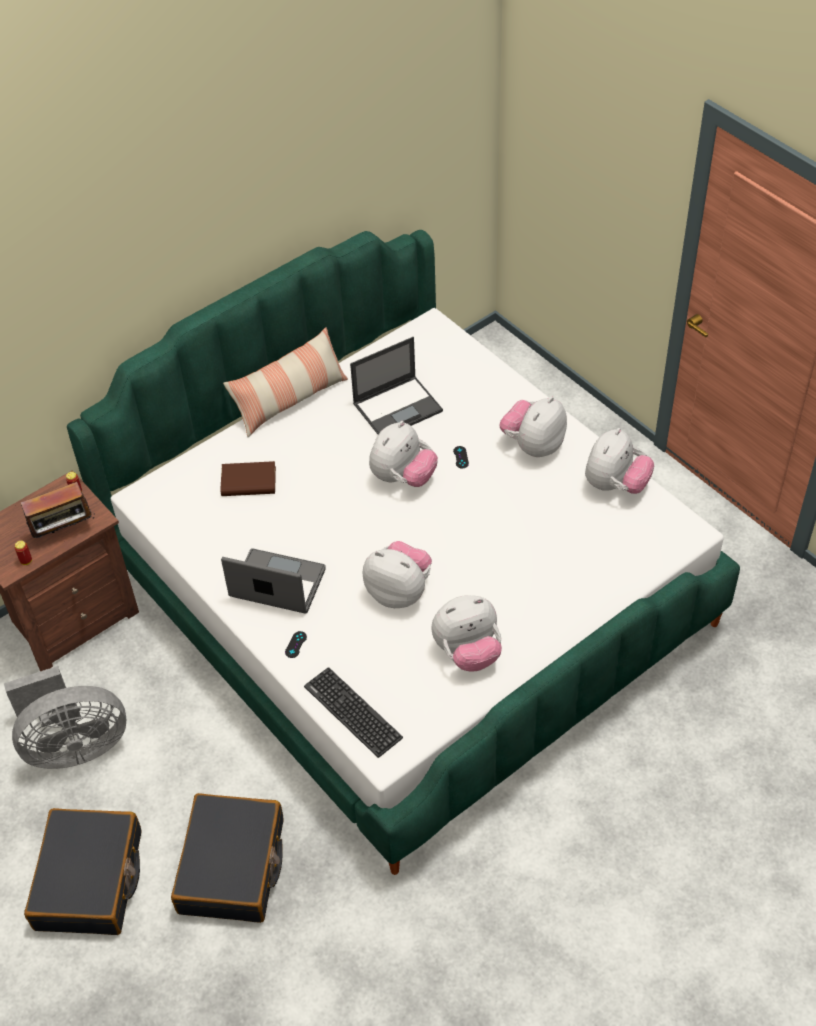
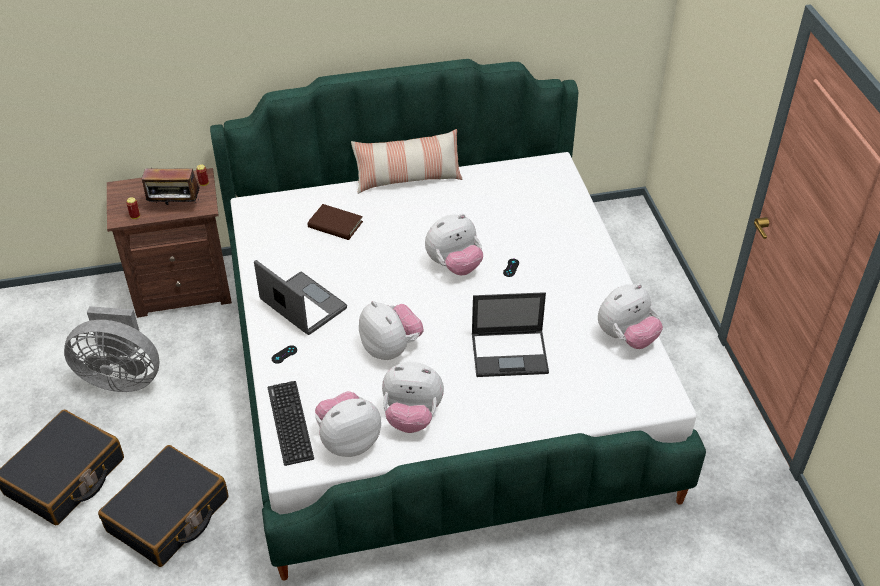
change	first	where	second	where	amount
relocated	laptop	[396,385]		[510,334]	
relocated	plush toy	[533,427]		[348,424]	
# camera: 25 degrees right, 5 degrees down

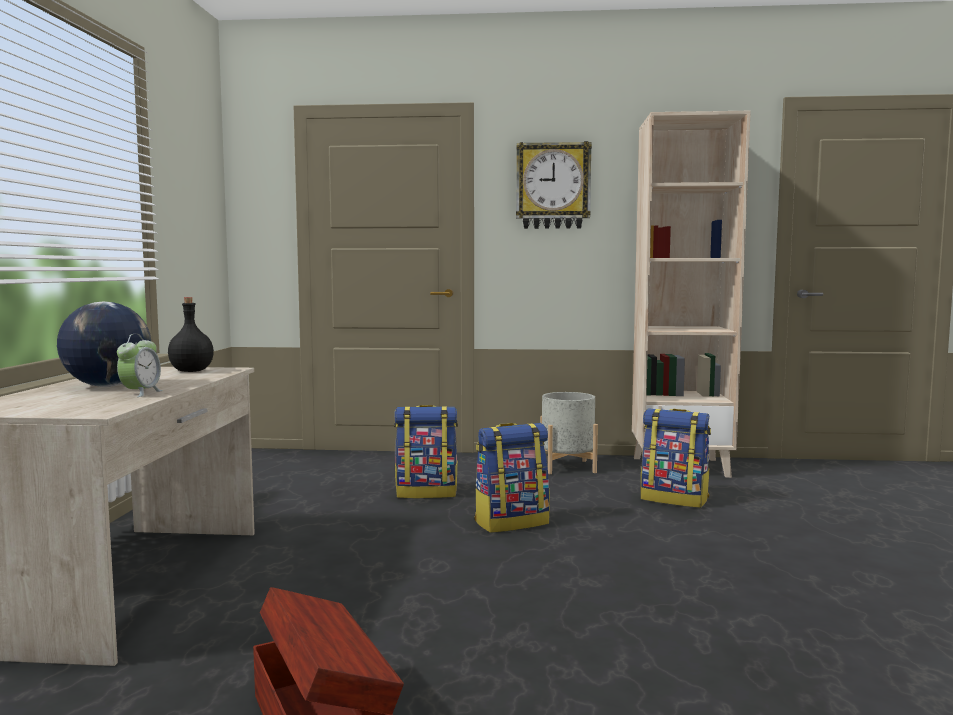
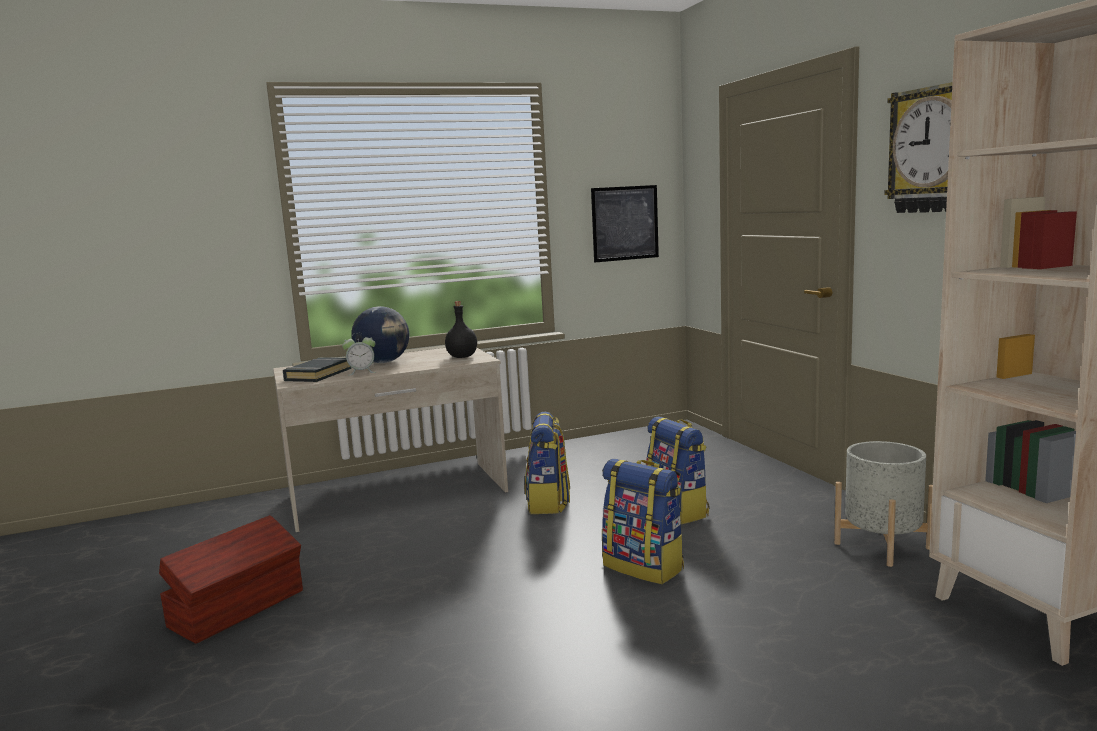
change	first	where	second	where	amount
relocated	backpack	[676,458]		[547,463]	
appeared			picture	[625,223]	
appeared			black book	[317,369]	
# camera: 65 degrees right, 5 degrees up

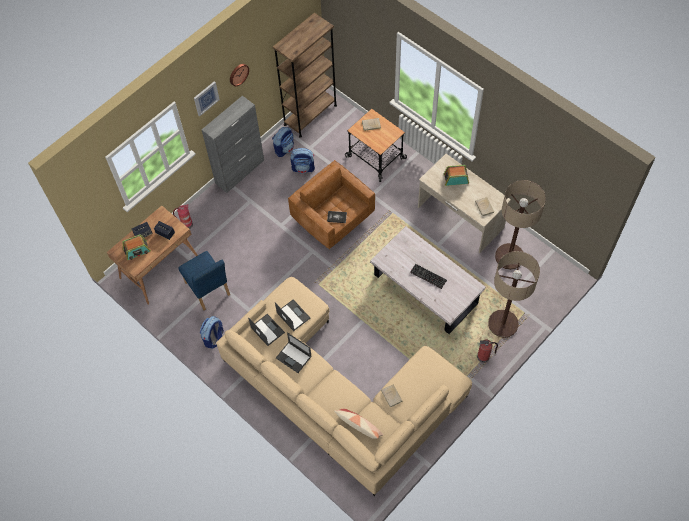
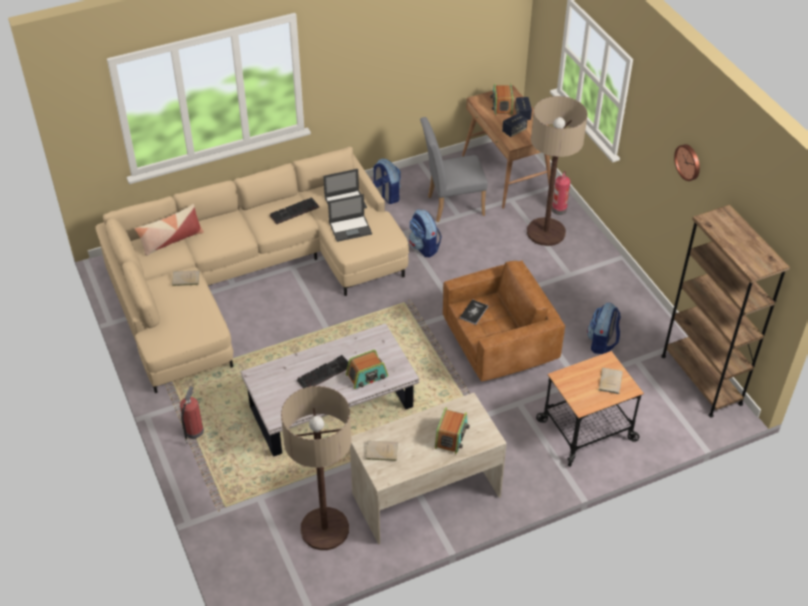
change	first	where	second	where	amount
missing	picture	[207,98]			
missing	grey cabinet	[233,144]			
relocated	backpack	[283,142]		[425,233]	
colour	blue chair	[204,280]	grey chair	[453,169]	
relocated	floor lamp	[514,294]		[557,171]	
exchanged	laptop	[294,352]	keyboard	[294,210]	
appeared			radio	[367,369]	
# camera: 110 degrees right, 15 degrees down

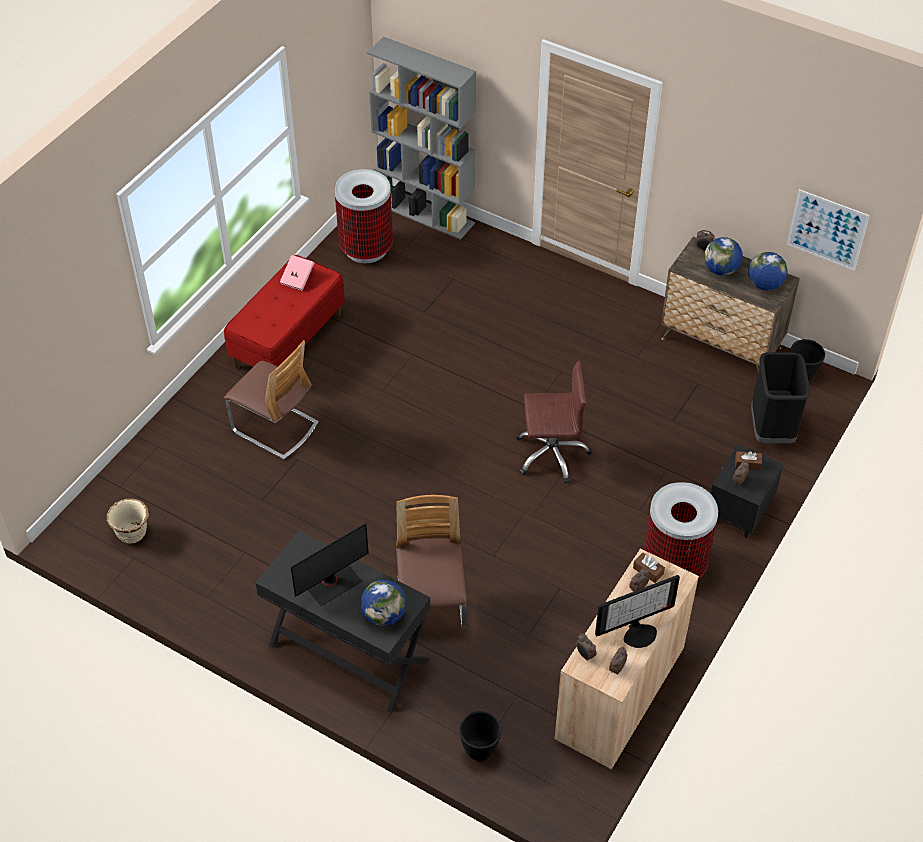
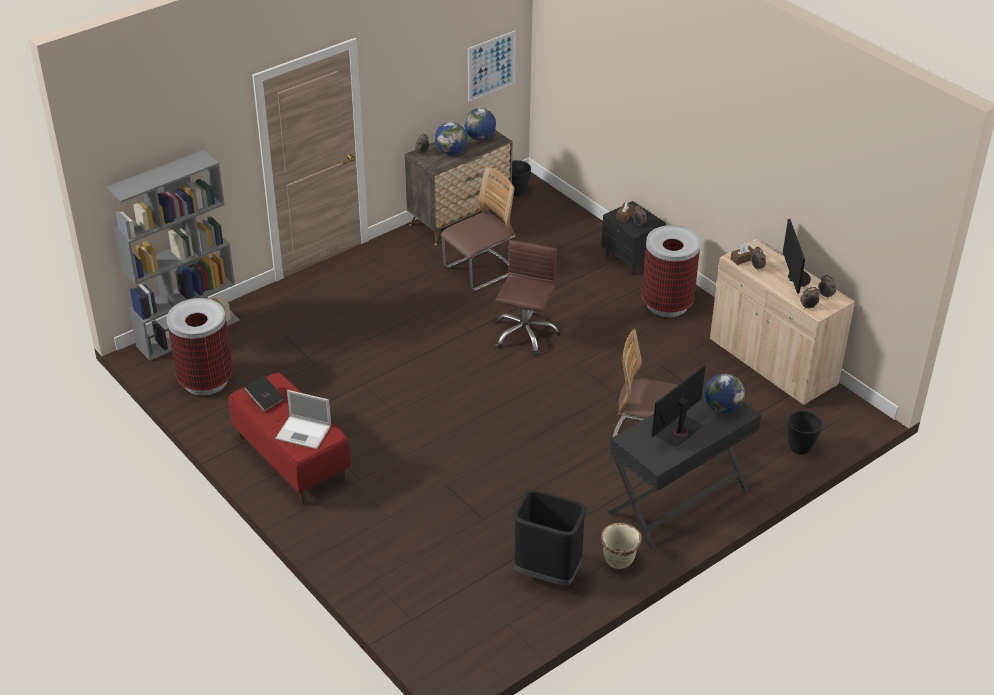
change	first	where	second	where	amount
colour	pink book	[297,273]	black book	[264,393]	
relocated	chair	[271,400]		[478,228]	
relocated	black trash can	[780,397]		[550,537]	
relocated	beige planter	[128,521]		[621,545]	
spun	monitor	[330,564]		[678,406]	120 degrees counterclockwise
appeared			laptop	[303,419]	
# camera: 70 degrees left, 10 degrees down

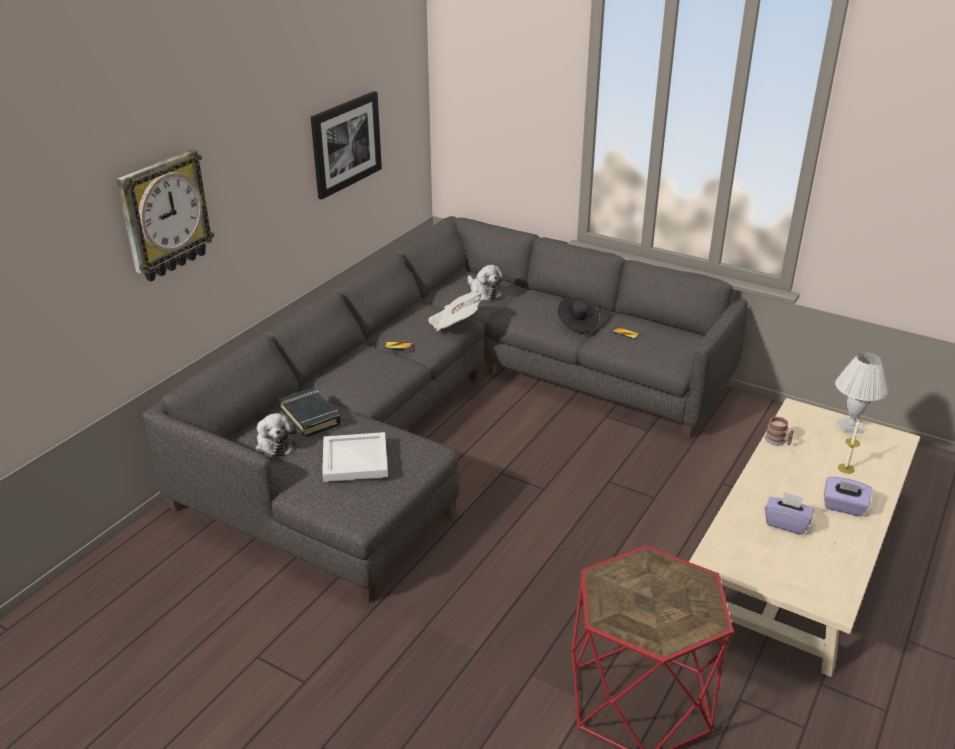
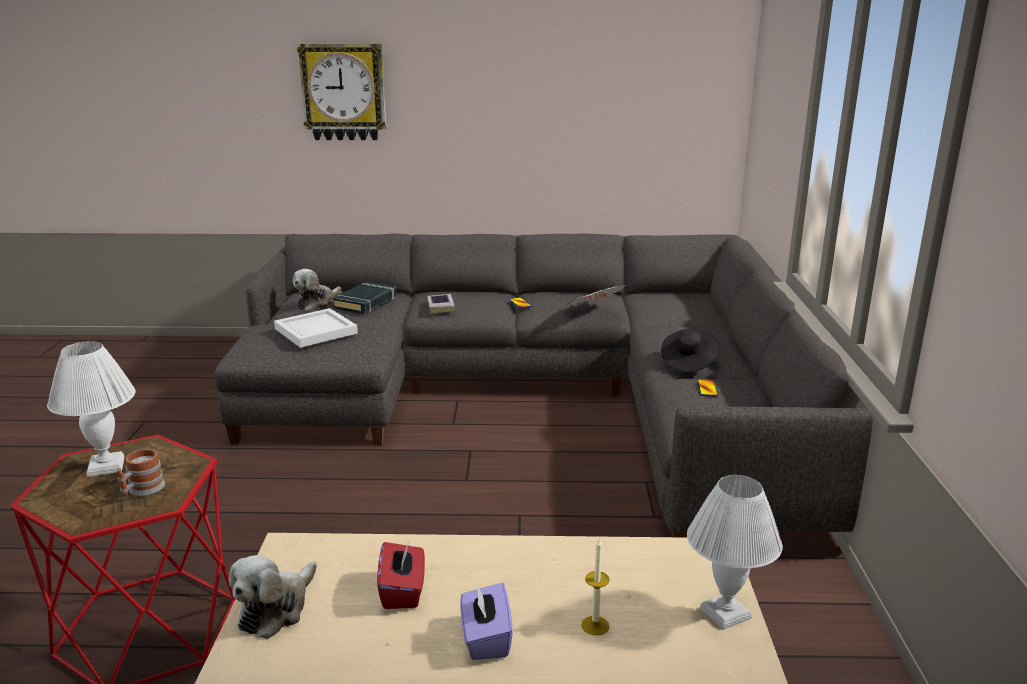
change	first	where	second	where	amount
missing	picture	[346,145]			
relocated	plush toy	[485,282]		[273,597]	
relocated	mug	[779,431]		[141,472]	
colour	purple tissue box	[789,513]	red tissue box	[401,575]	
appeared			book	[441,303]	
appeared			white table lamp	[91,409]	
# camera: 60 degrees right, 10 degrees down

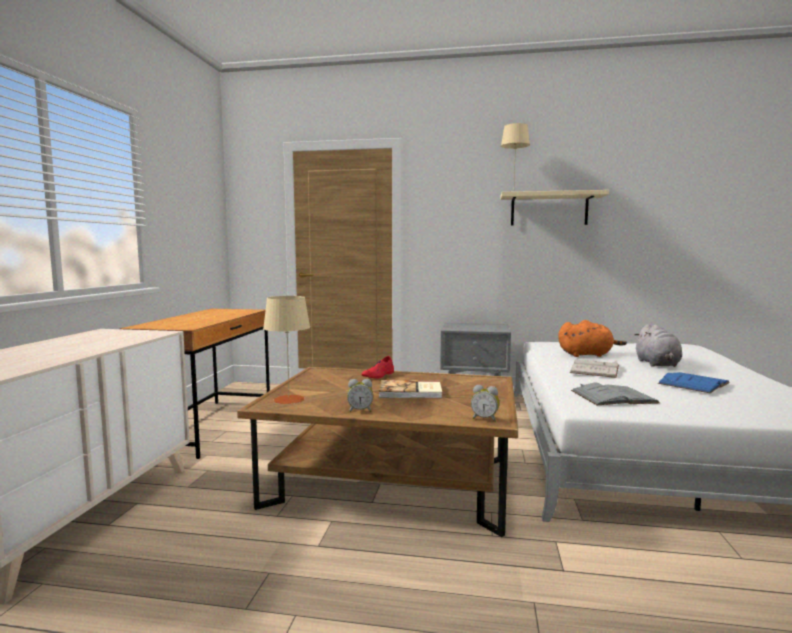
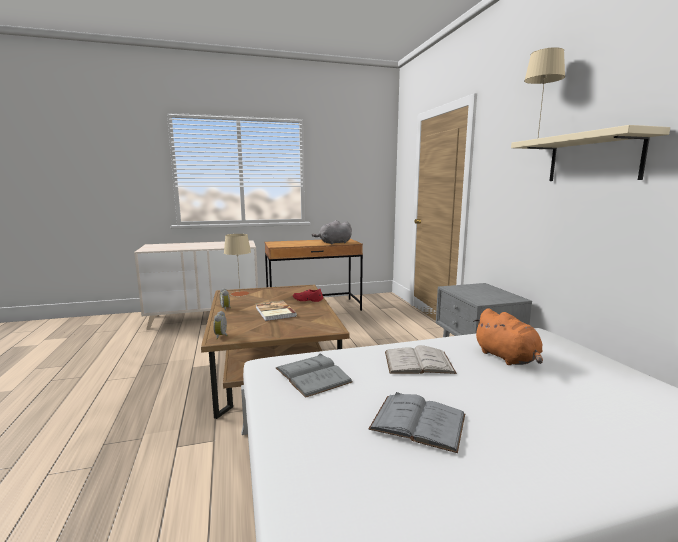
change	first	where	second	where	amount
relocated	grey plush toy	[658,345]		[332,232]	
colour	blue book	[694,382]	grey book	[416,422]	
# camera: 65 degrees right, 5 degrees up

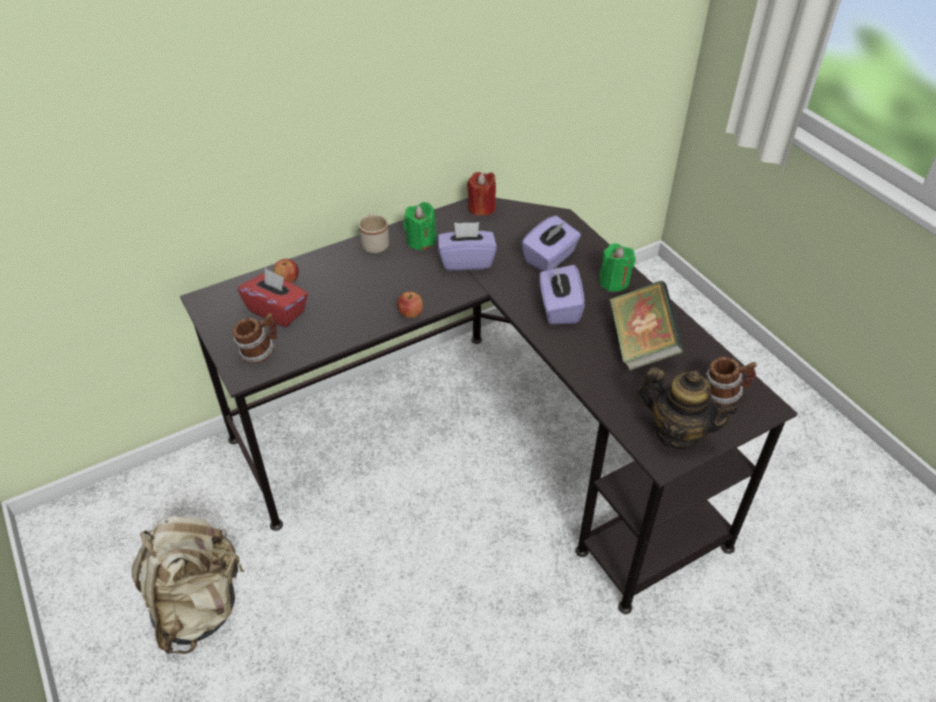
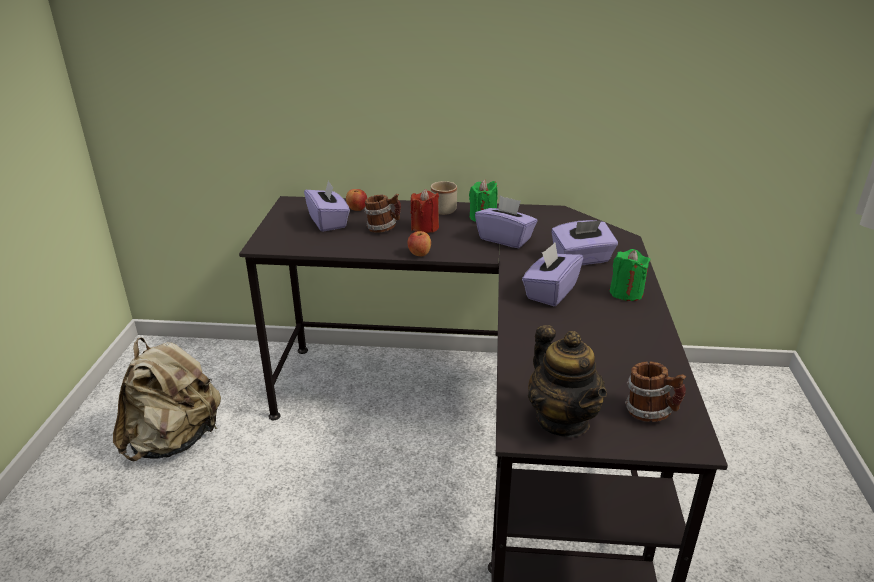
change	first	where	second	where	amount
relocated	red candle	[481,194]		[424,211]	
colour	red tissue box	[273,297]	purple tissue box	[327,206]	
missing	book	[646,325]			
relocated	mug	[255,338]		[382,213]	
# camera: 35 degrees right, 15 degrees down

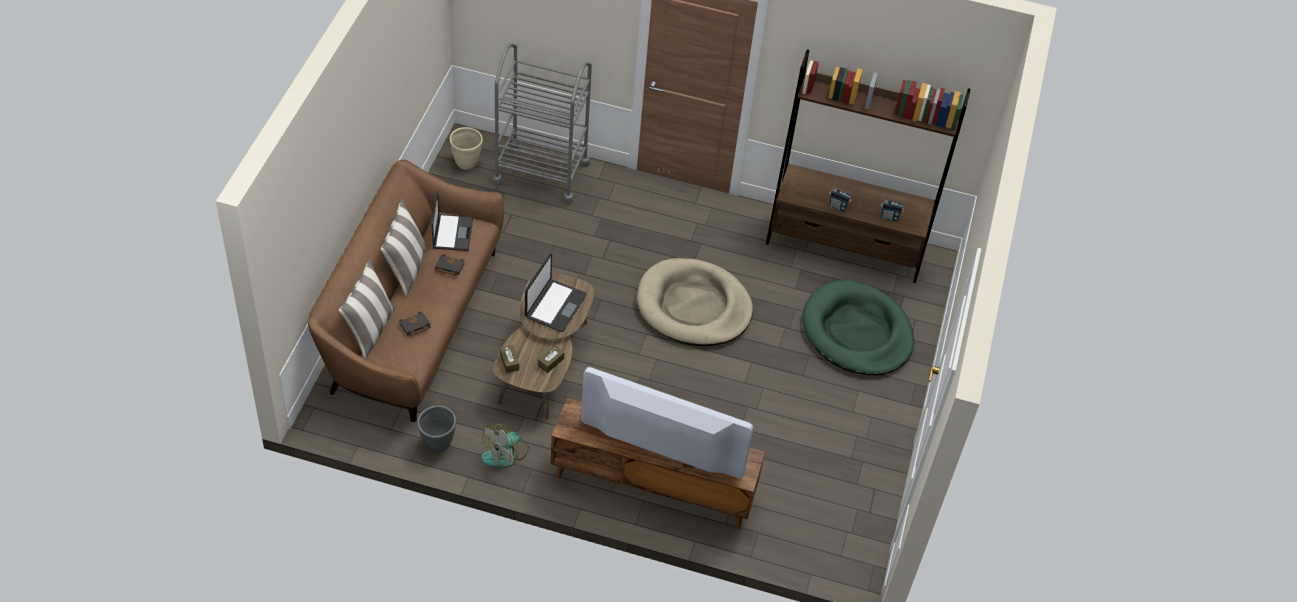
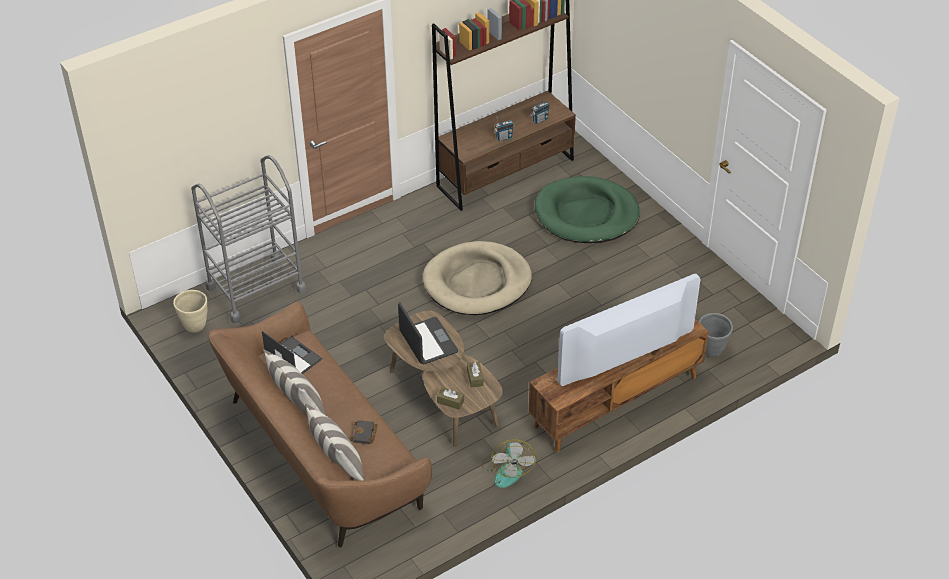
change	first	where	second	where	amount
missing	black book	[450,265]			
relocated	grey planter	[437,429]		[716,335]	
# camera: 45 degrees left, 5 degrees down

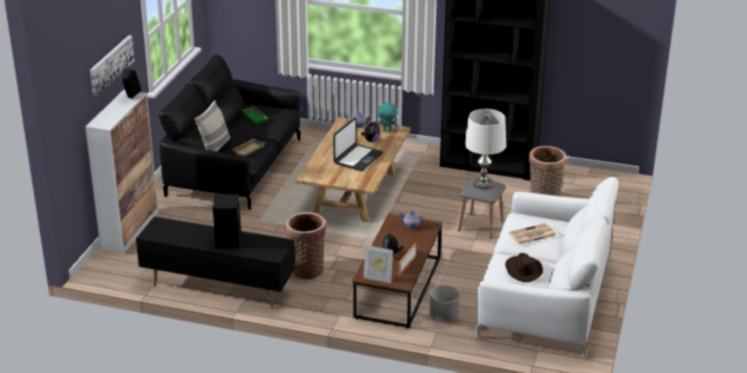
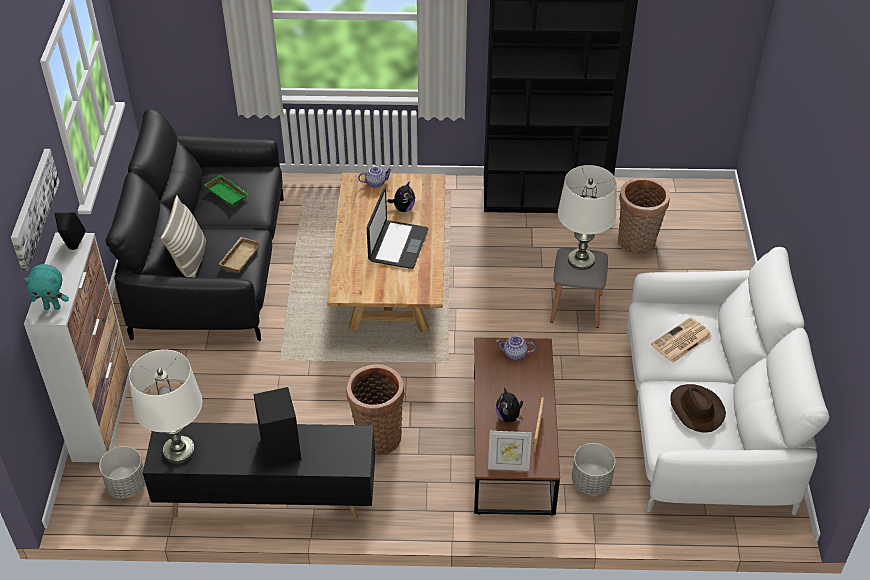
change	first	where	second	where	amount
relocated	turquoise plush toy	[387,117]		[46,287]	
appeared			white table lamp	[166,406]	
appeared			grey planter	[122,472]	
# camera: 15 degrees left, 15 degrees up

